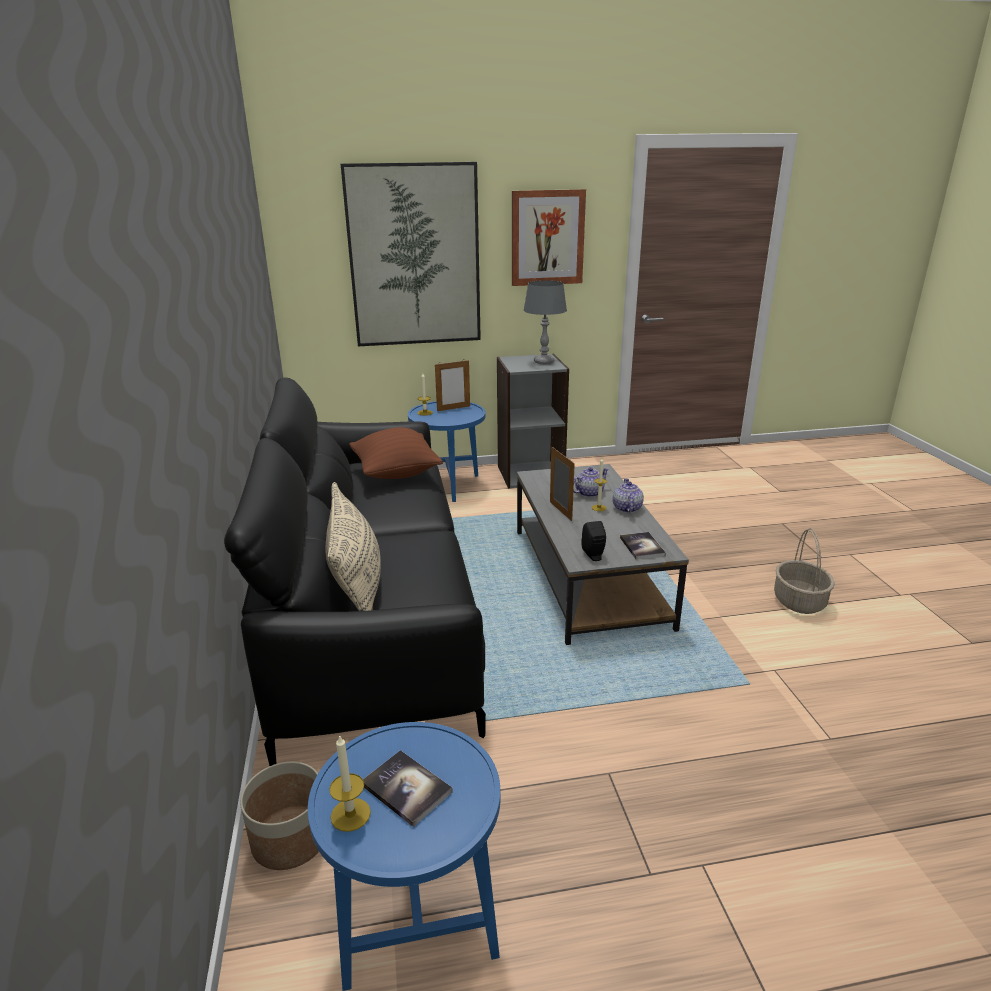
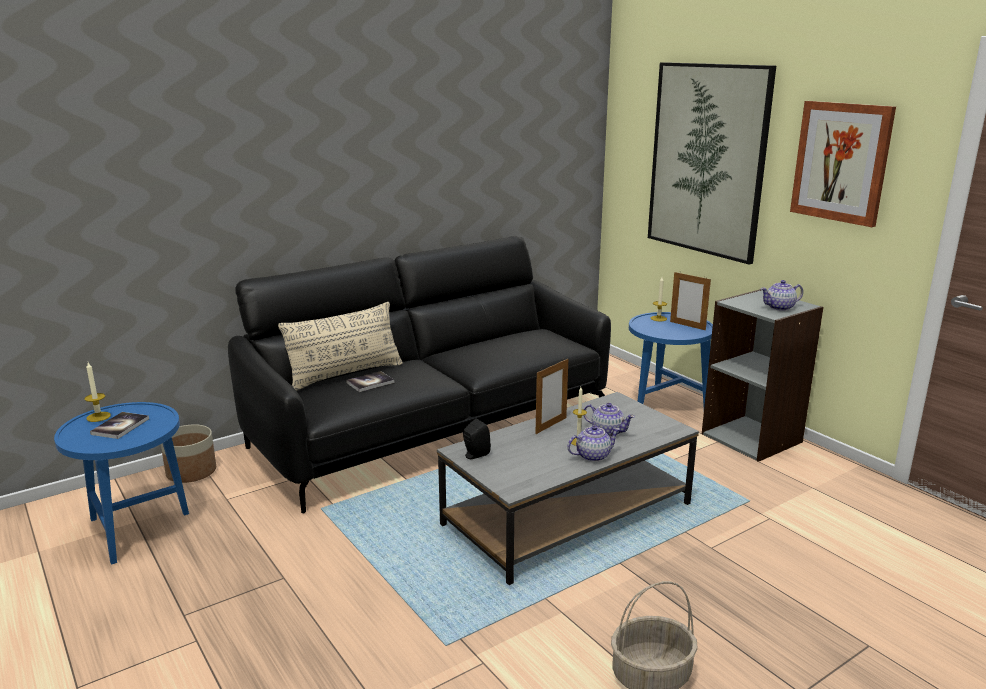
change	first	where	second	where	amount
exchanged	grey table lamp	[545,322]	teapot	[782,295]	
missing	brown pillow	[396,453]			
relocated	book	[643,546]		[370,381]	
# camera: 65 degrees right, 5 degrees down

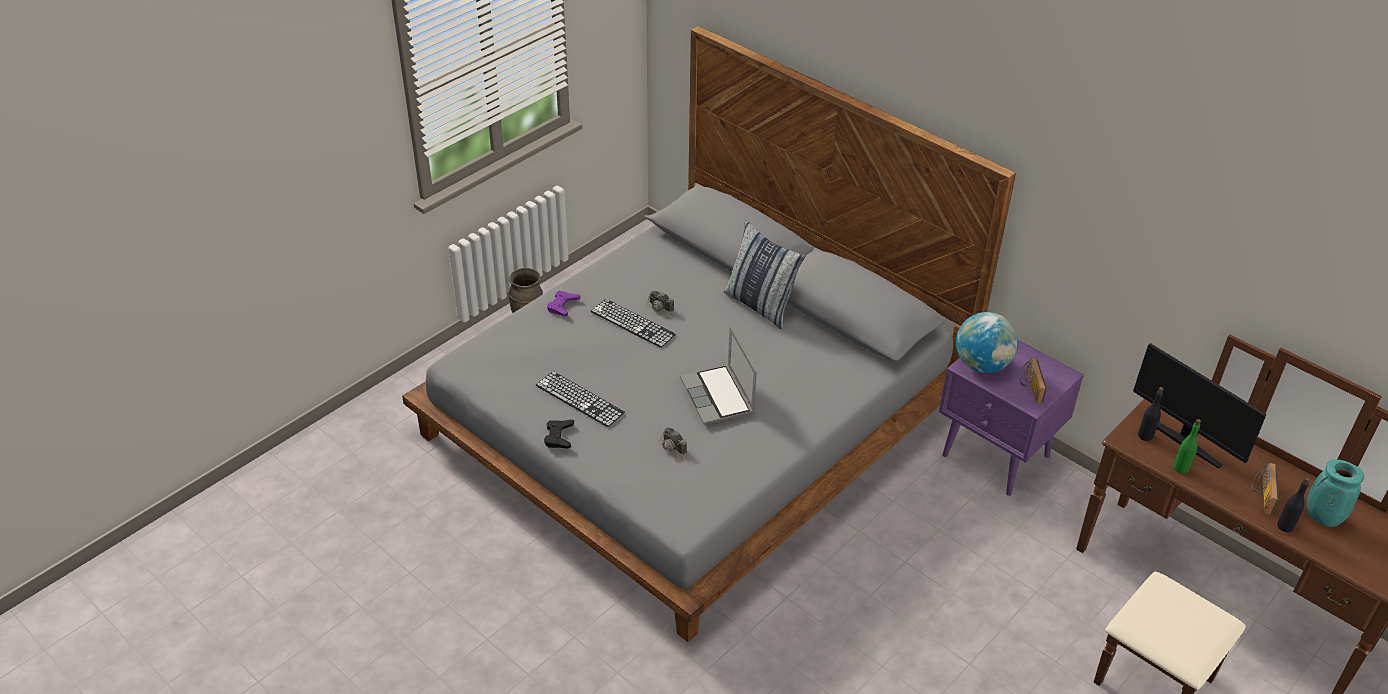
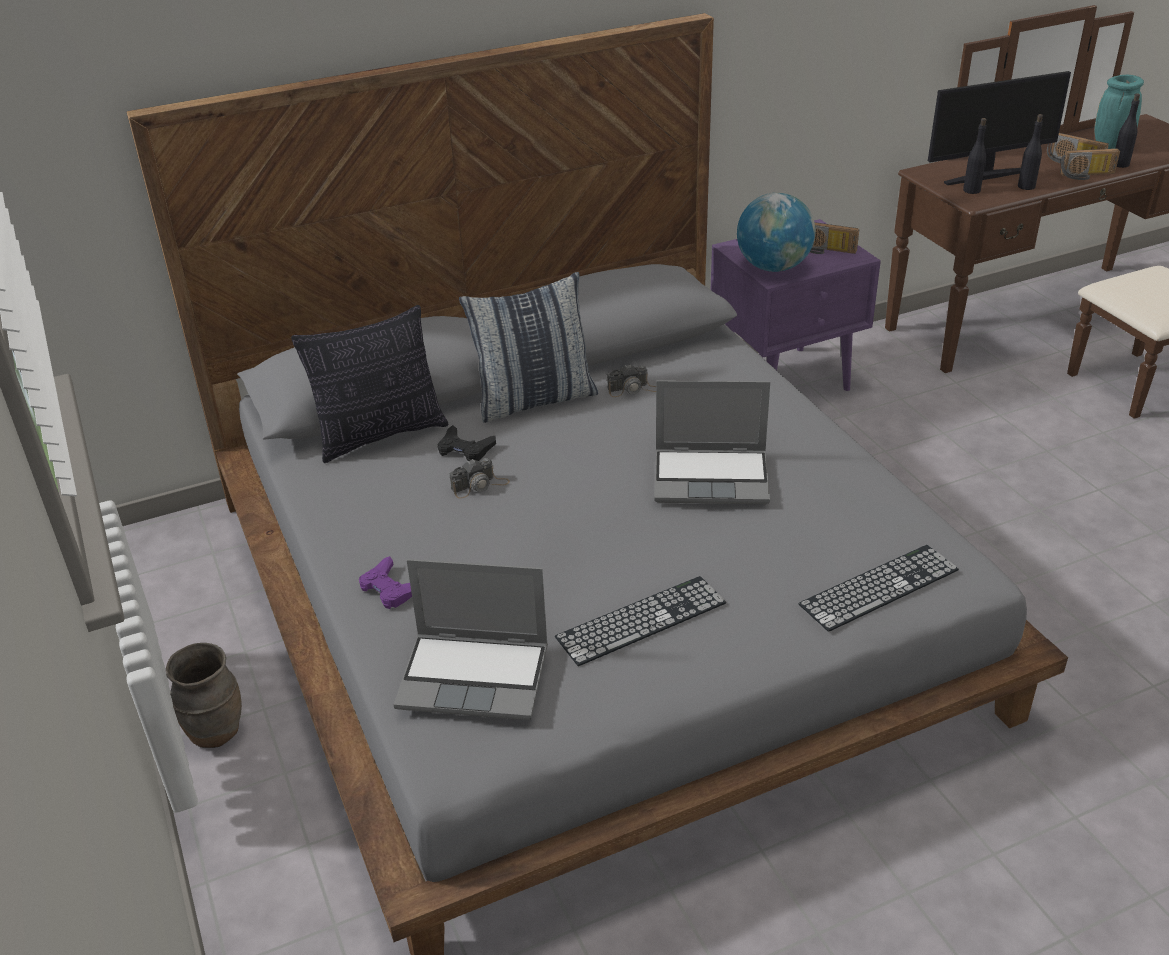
change	first	where	second	where	amount
relocated	keyboard	[633,323]		[878,588]	
relocated	black game controller	[559,434]		[467,443]	
colour	green bottle	[1187,446]	black bottle	[1030,152]	
relocated	photo camera	[672,445]		[631,381]	
appeared			radio	[1090,164]	
appeared			pillow	[369,384]	
appeared			laptop	[470,639]	
# camera: 65 degrees left, 5 degrees down

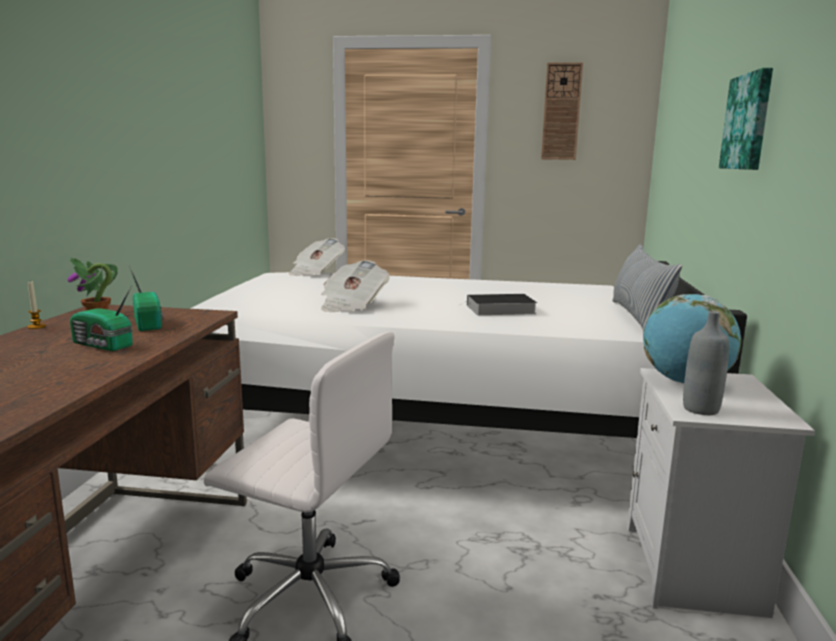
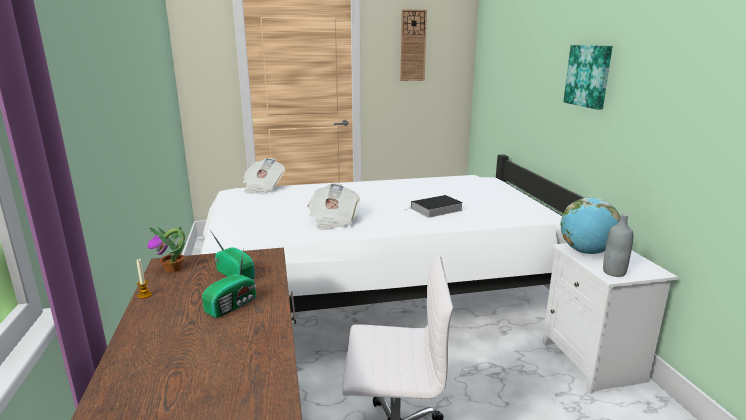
change	first	where	second	where	amount
missing	pillow	[647,288]			
spun	radio	[101,318]		[229,283]	60 degrees counterclockwise
# camera: 20 degrees left, 5 degrees up

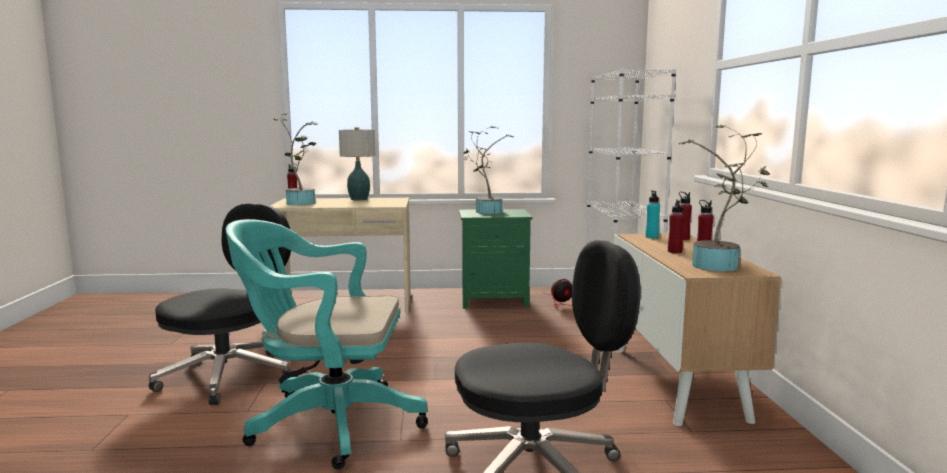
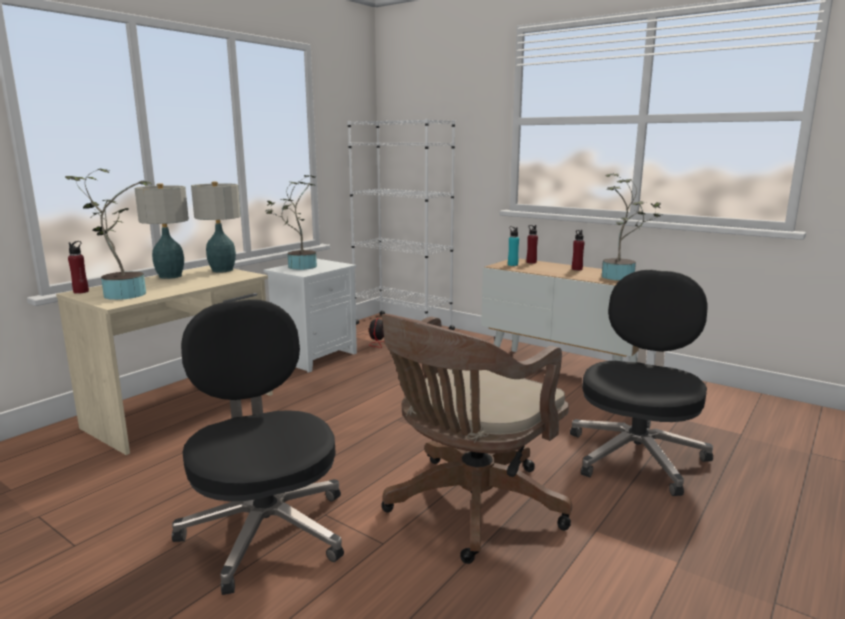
change	first	where	second	where	amount
missing	red bottle	[676,226]			
colour	green nightstand	[495,259]	white nightstand	[310,316]	
colour	turquoise office chair	[327,344]	brown office chair	[476,439]	
appeared			table lamp	[216,227]	
# camera: 50 degrees left, 5 degrees up

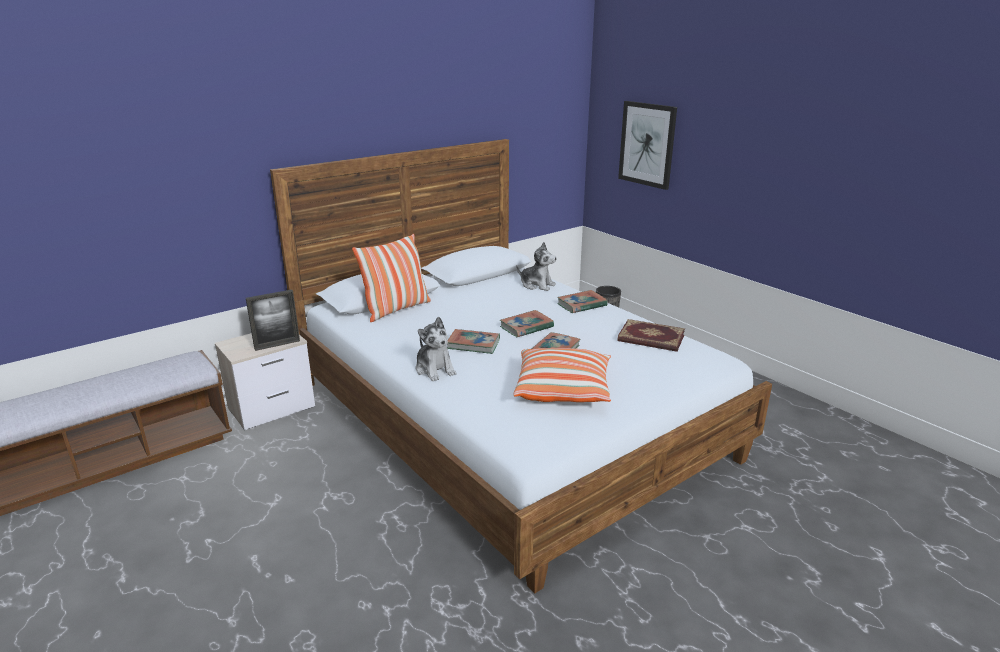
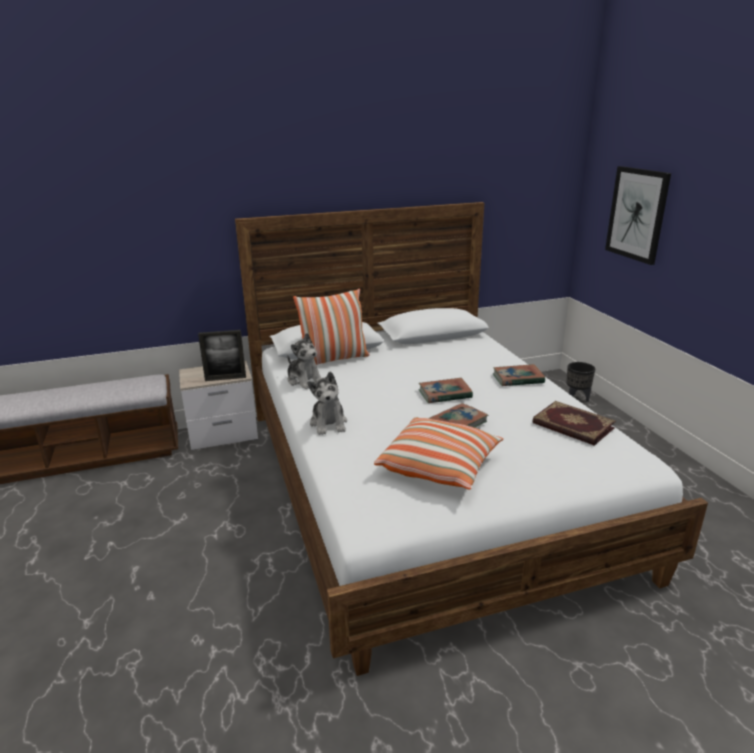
change	first	where	second	where	amount
relocated	plush toy	[536,266]		[304,361]	
missing	book	[473,341]			
# camera: 20 degrees right, 0 degrees up

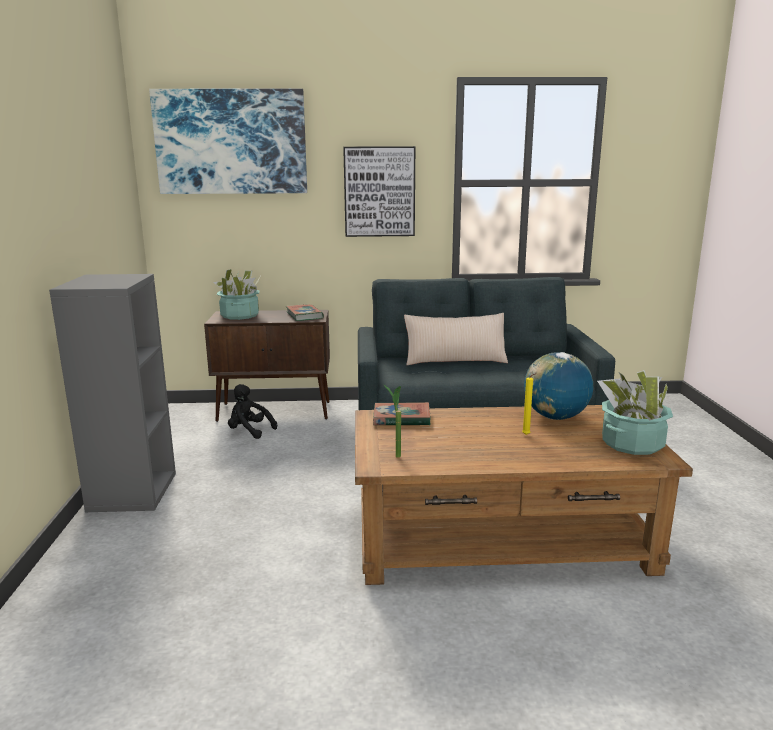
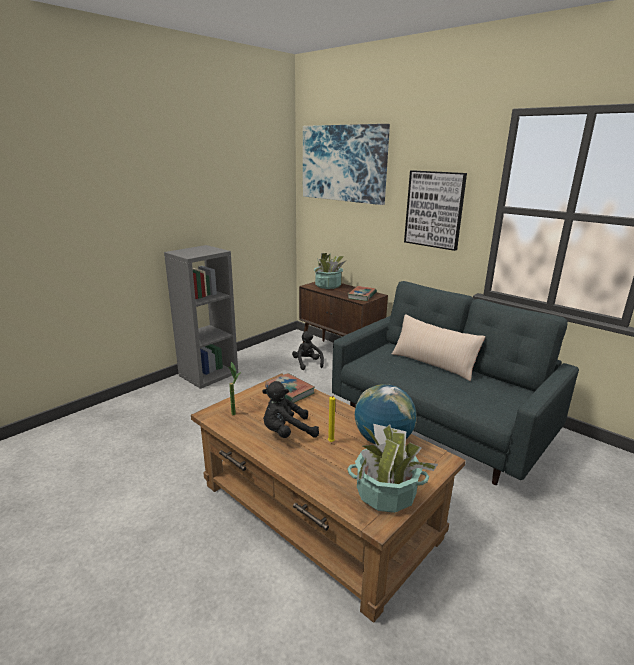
change	first	where	second	where	amount
appeared			black plush toy	[290,409]	
# camera: 45 degrees right, 5 degrees up

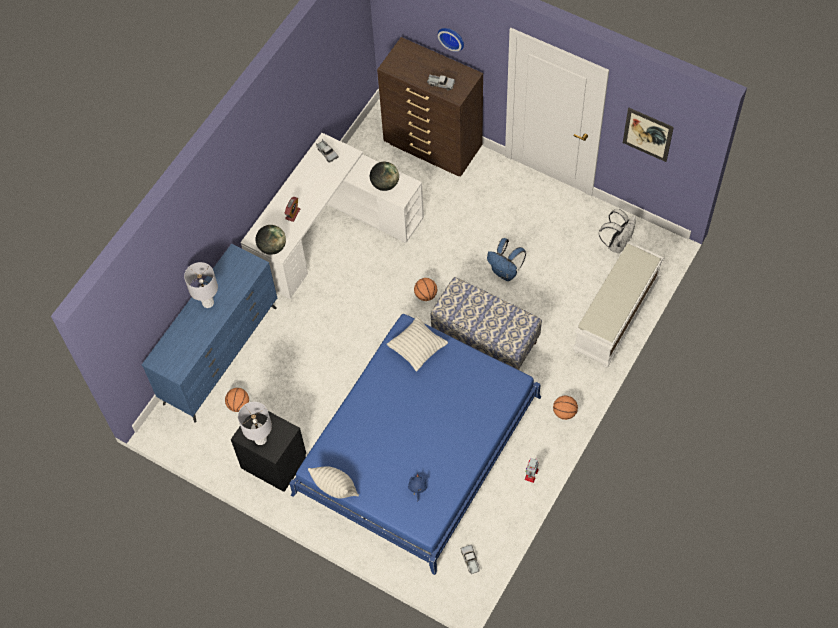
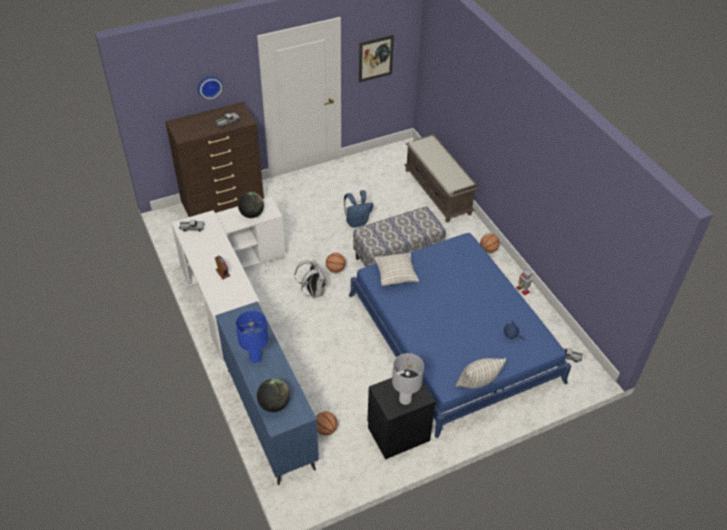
change	first	where	second	where	amount
relocated	white backpack	[617,231]		[311,278]	
relocated	globe	[270,240]		[273,395]	
colour	white bench	[618,304]	brown bench	[441,178]	
colour	grey table lamp	[201,285]	blue table lamp	[252,337]	
# camera: 60 degrees left, 15 degrees down

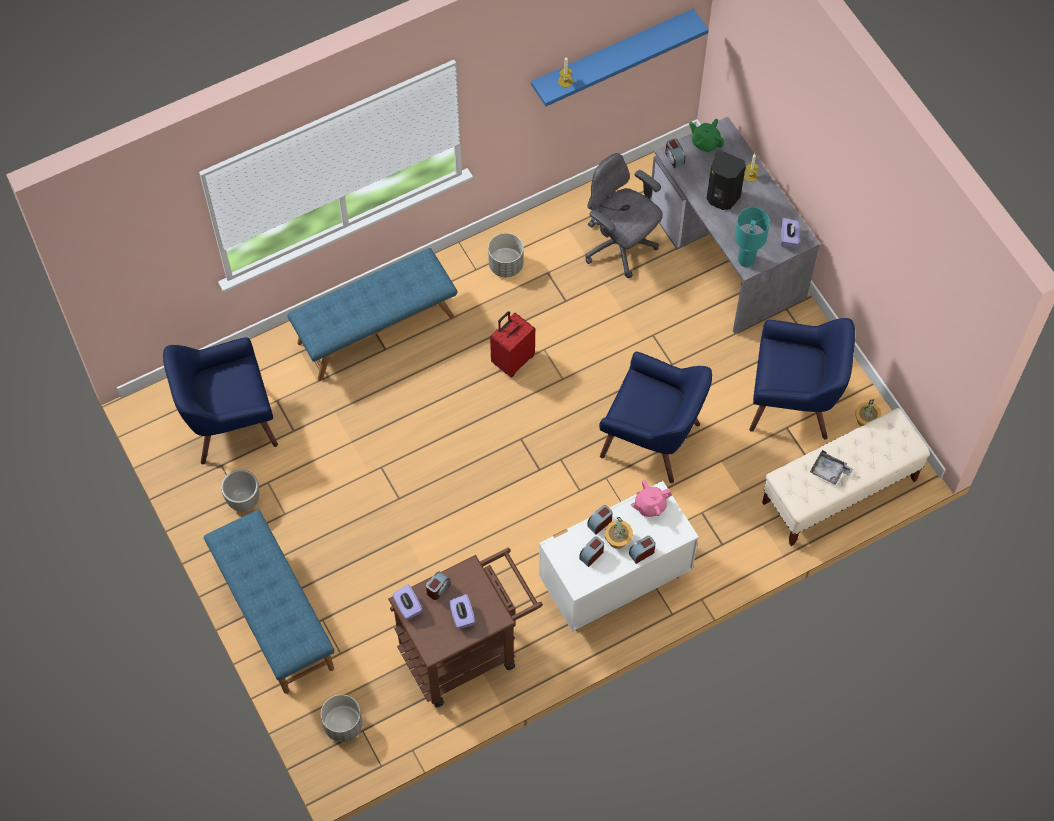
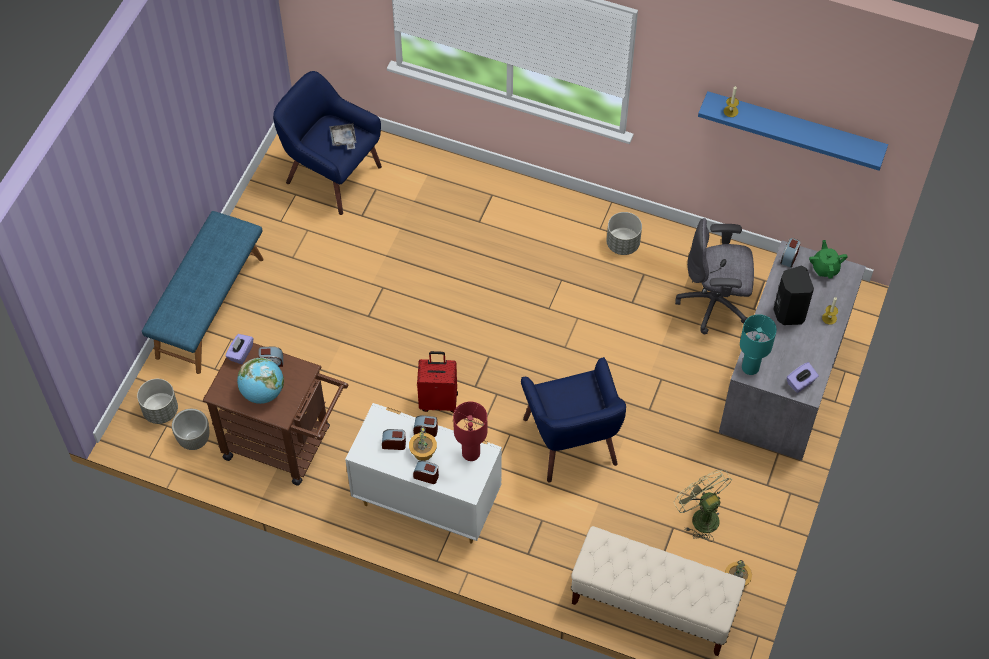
change	first	where	second	where	amount
spun	grey office chair	[624,215]		[714,276]	90 degrees counterclockwise
missing	blue bench	[372,314]			
relocated	red suitcase	[512,344]		[437,382]	
exchanged	blue armchair	[802,378]	green fan	[703,506]	
relocated	grey tray	[831,467]		[343,136]	
relocated	grey planter	[240,491]		[190,429]	
exchanged	pink teapot	[651,498]	red table lamp	[470,431]	
exchanged	purple tissue box	[462,611]	globe	[260,381]	
# camera: 50 degrees right, 5 degrees down

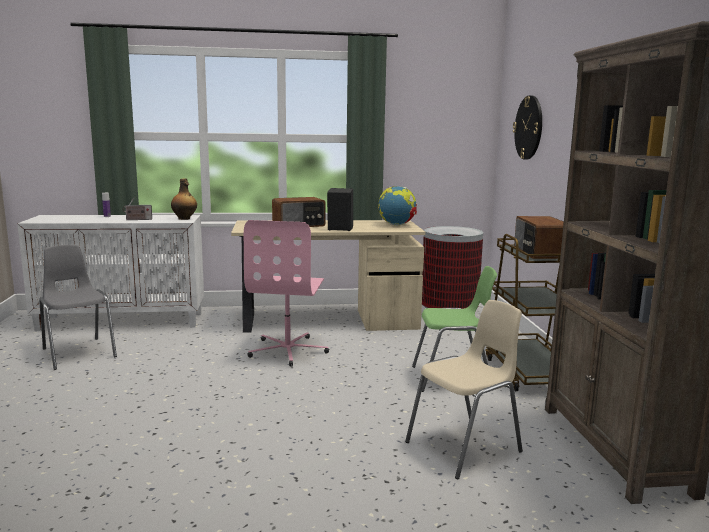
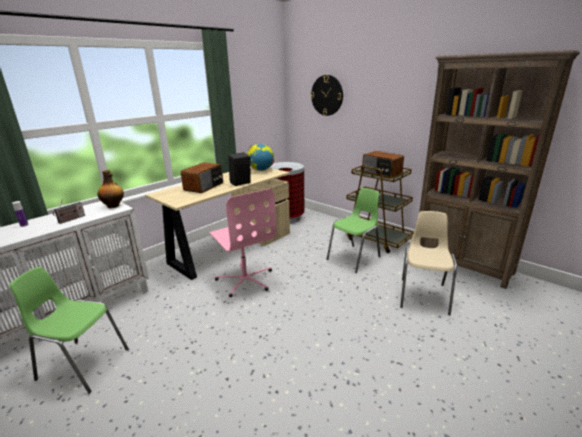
change	first	where	second	where	amount
colour	grey chair	[78,307]	green chair	[69,330]	
# camera: 40 degrees left, 10 degrees up

